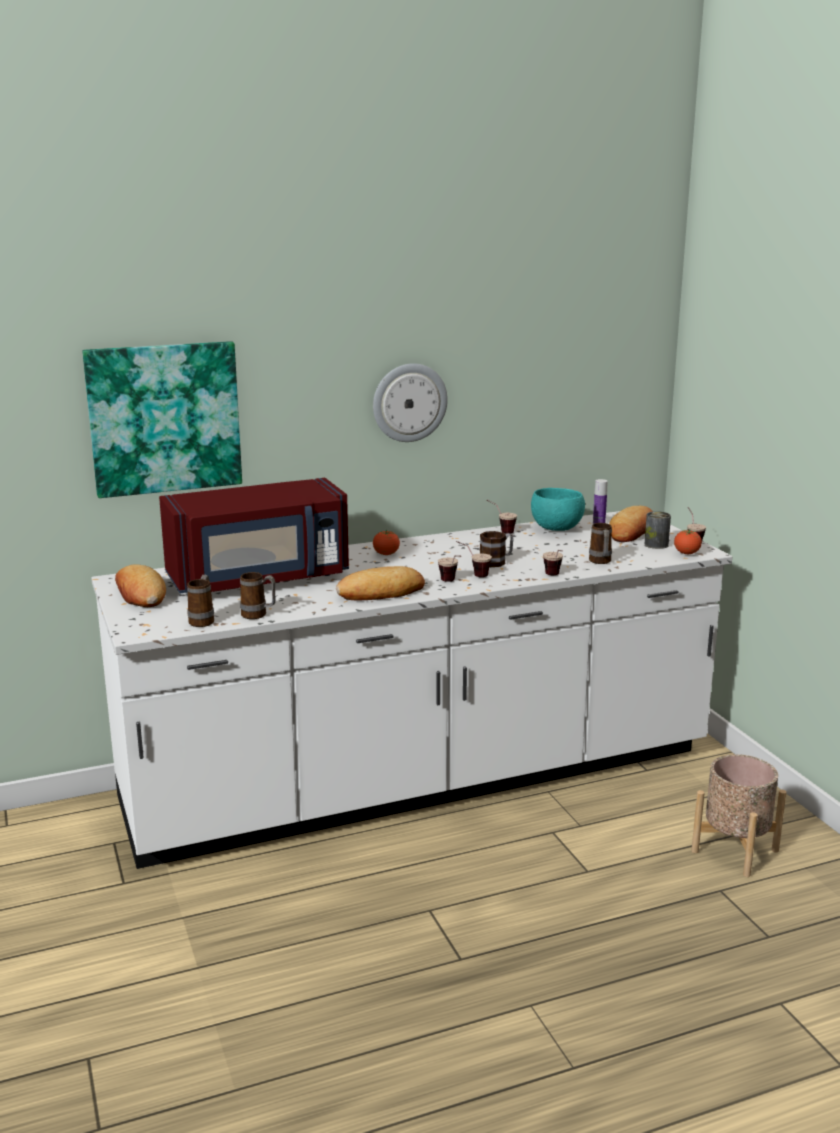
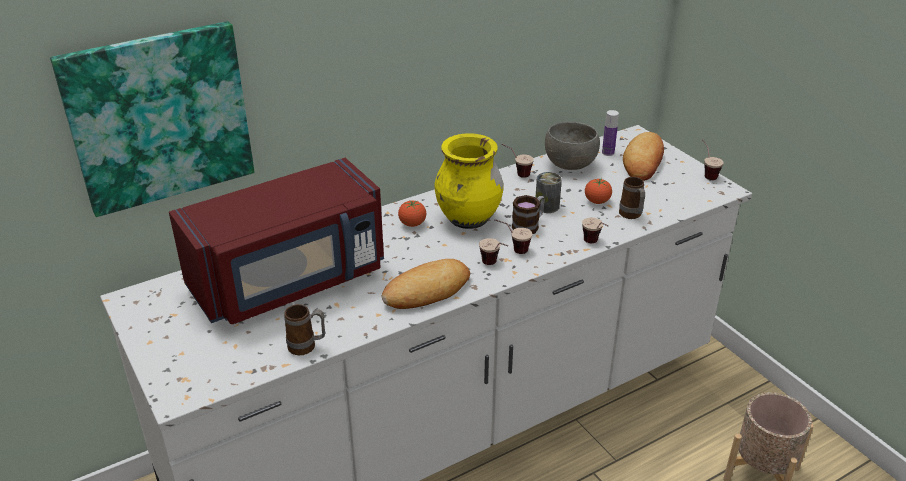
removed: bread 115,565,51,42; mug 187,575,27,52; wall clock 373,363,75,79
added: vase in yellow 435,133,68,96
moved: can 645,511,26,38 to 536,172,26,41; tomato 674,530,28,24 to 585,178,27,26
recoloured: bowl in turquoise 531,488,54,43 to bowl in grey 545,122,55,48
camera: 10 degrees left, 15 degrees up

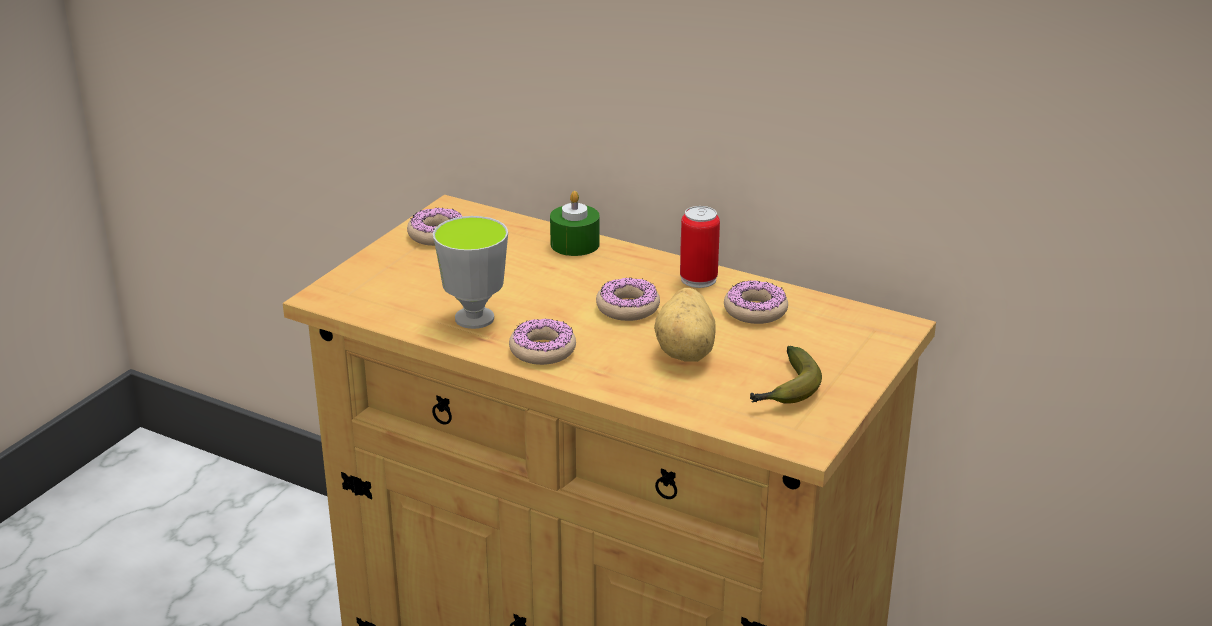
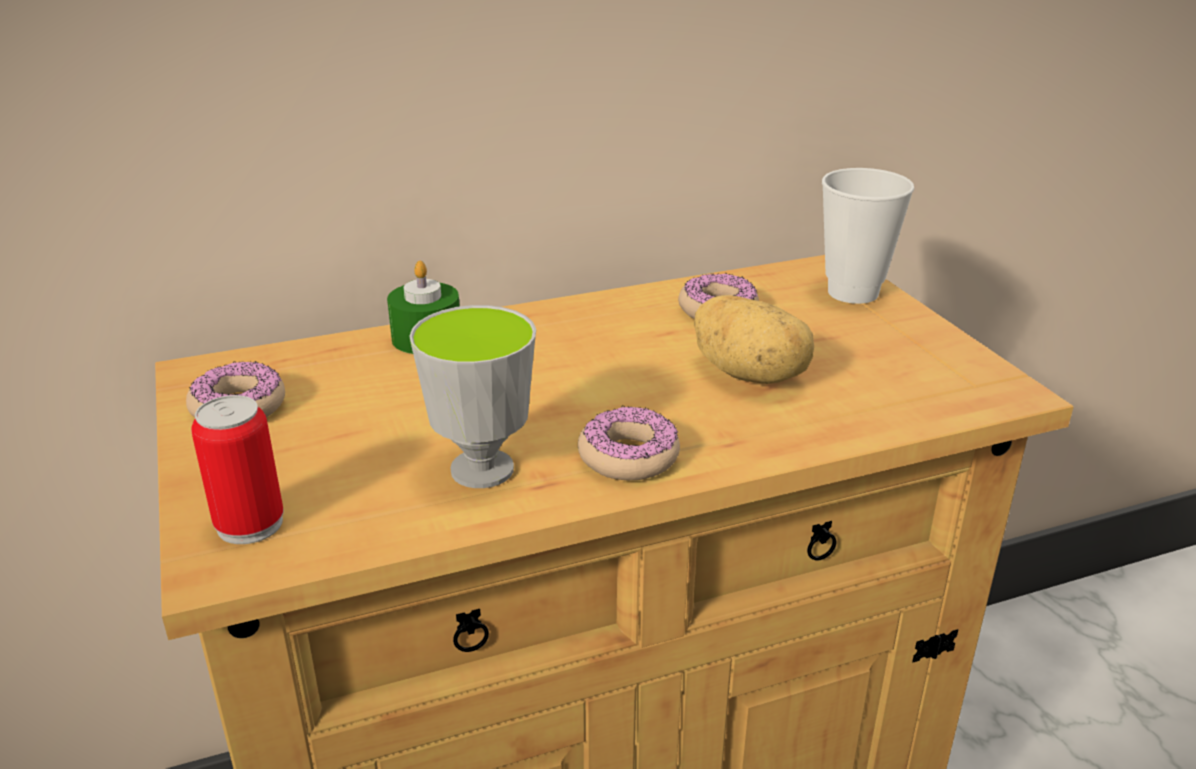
removed: donut 596,277,64,44; banana 750,346,72,58
added: cup 822,168,92,136
moved: can 680,206,40,82 to 191,395,93,149
camera: 50 degrees left, 0 degrees up

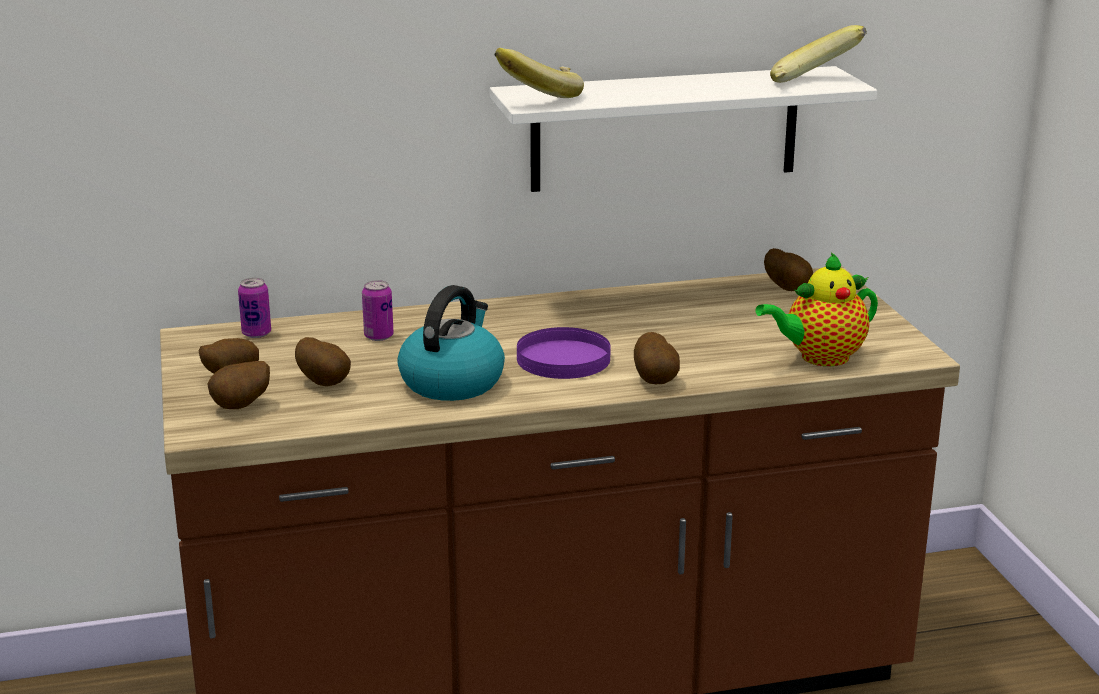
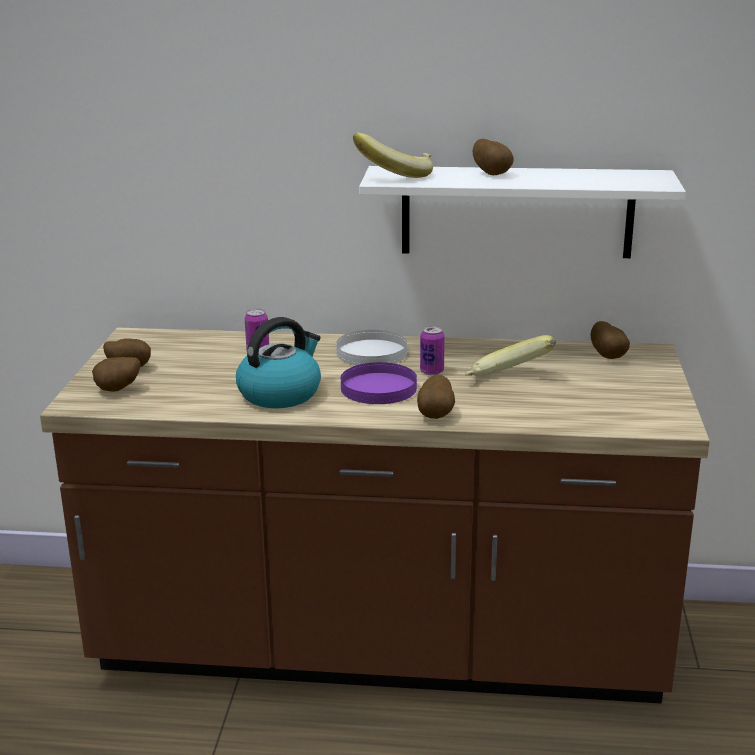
removed: teapot 755,252,123,114
added: plate in white 336,330,71,35
moved: can 238,278,33,60 to 420,326,25,49; potato 295,337,56,49 to 473,139,41,36; banana 770,25,97,58 to 465,335,91,41
camera: 20 degrees right, 0 degrees up

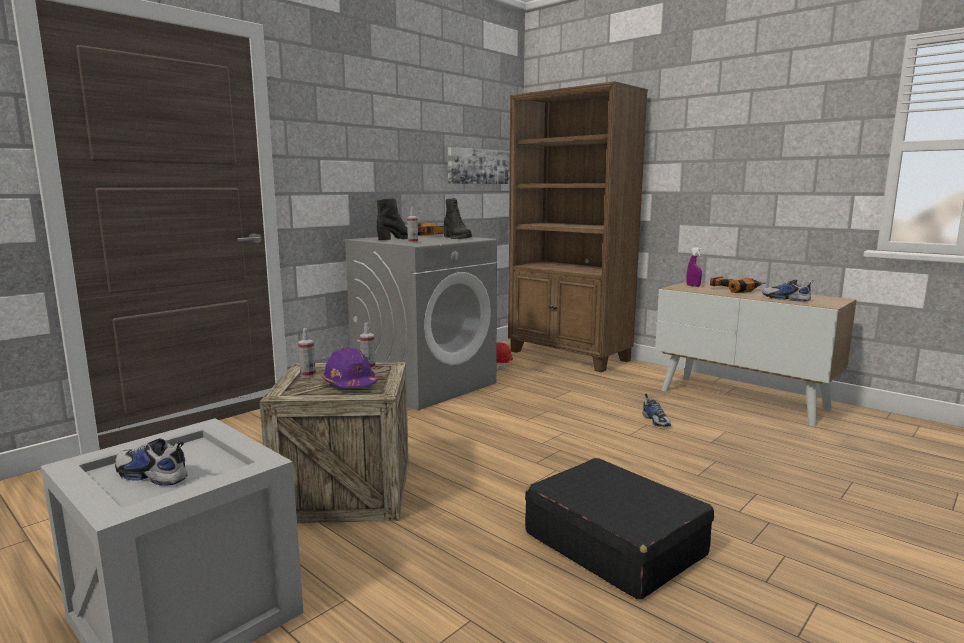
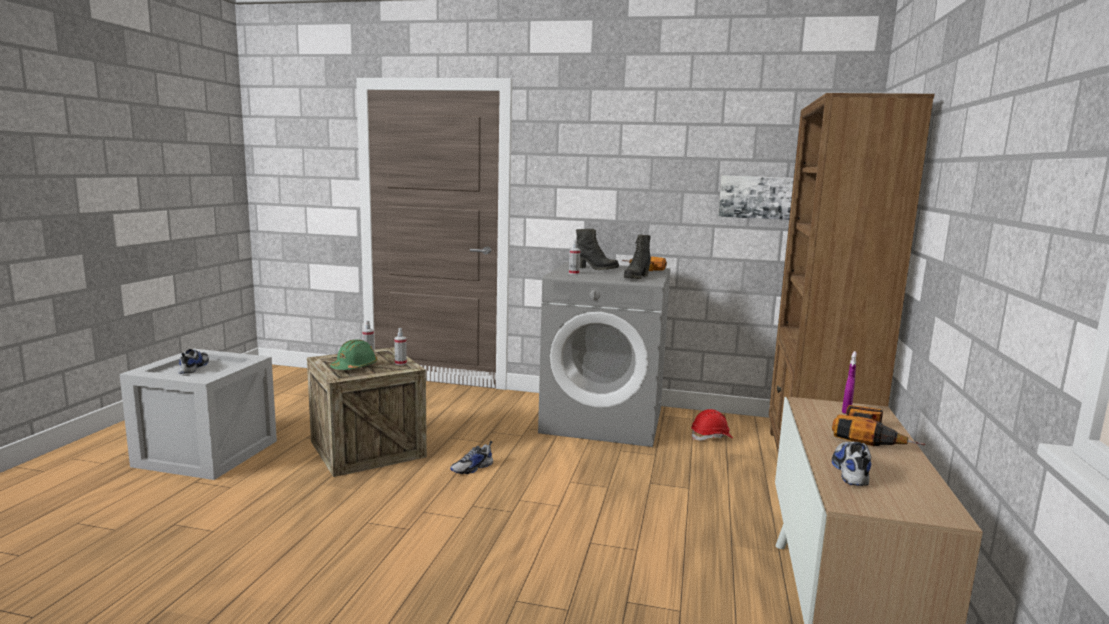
removed: suitcase in black 525,458,189,142
moved: shoe 642,394,29,33 to 450,441,43,33
recoloured: hard hat in purple 322,347,55,41 to hard hat in green 330,339,47,31
camera: 60 degrees right, 0 degrees up

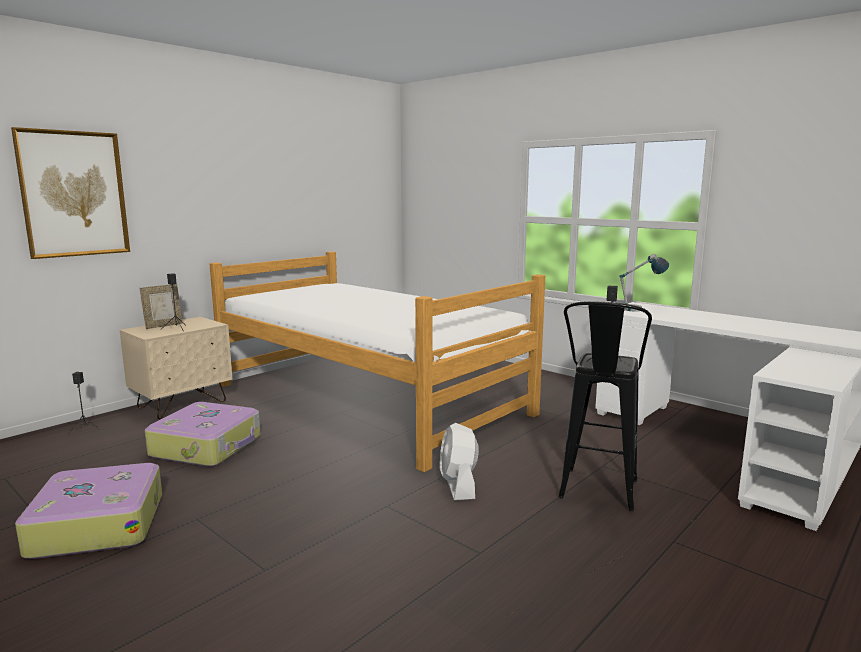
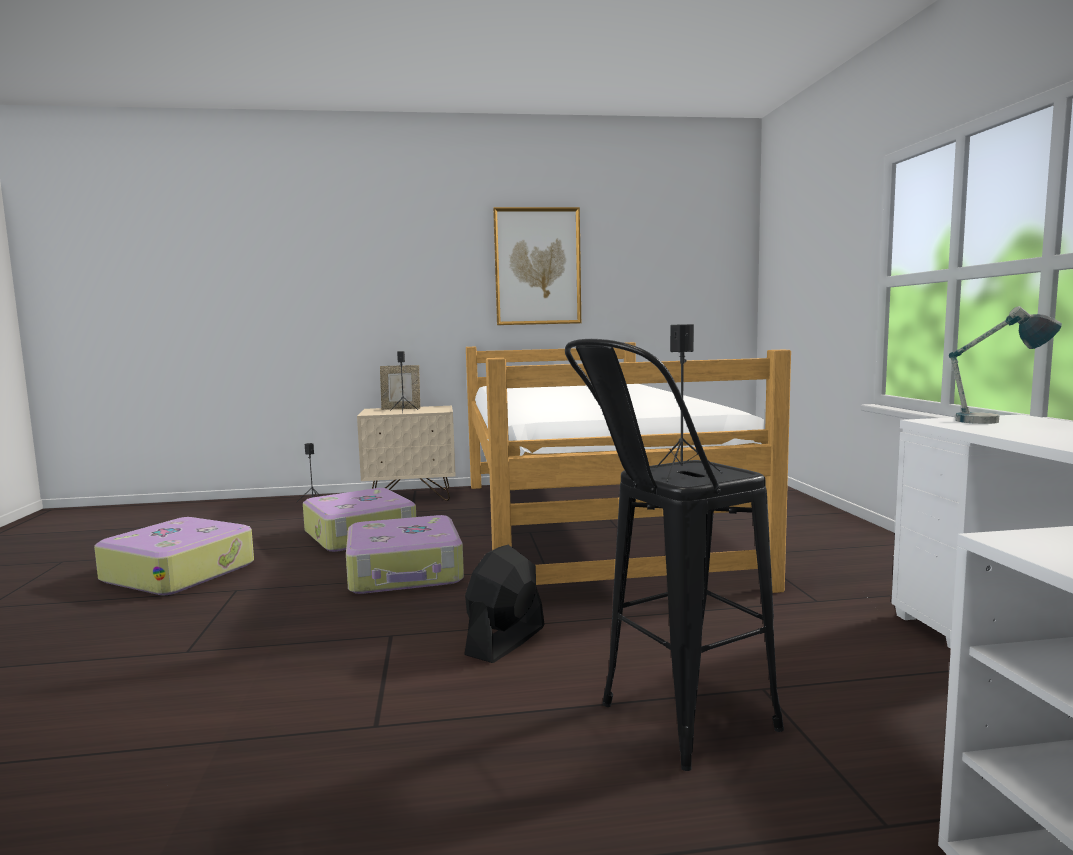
added: suitcase 346,515,118,79
moved: picture 11,127,119,132 to 493,207,88,118
recoloured: fan in white 440,423,39,78 to fan in black 464,545,80,118
camera: 40 degrees right, 5 degrees down

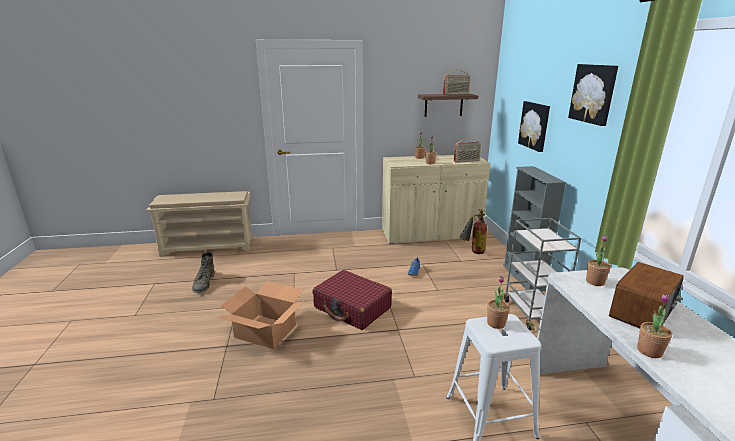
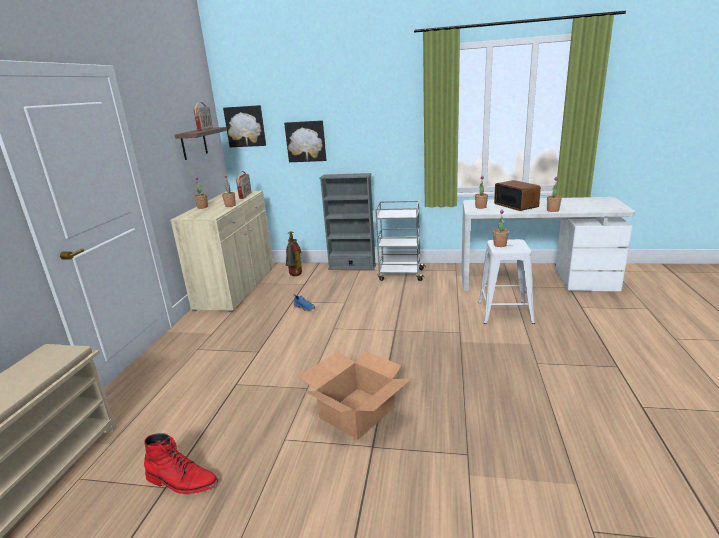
removed: suitcase in red 312,270,80,60
moved: picture 568,64,50,62 to 223,105,43,42
recoloured: boot in green 192,252,23,41 to boot in red 144,433,74,61
camera: 70 degrees left, 0 degrees up

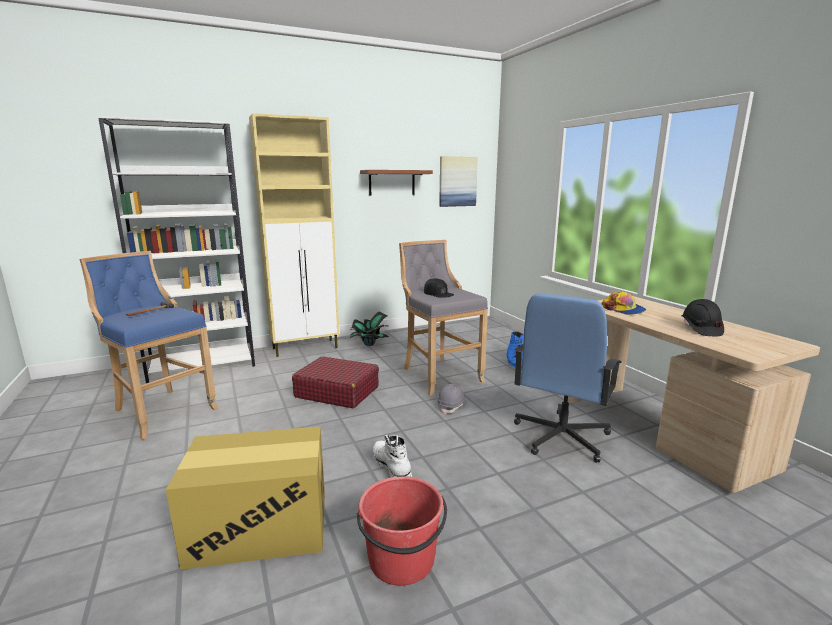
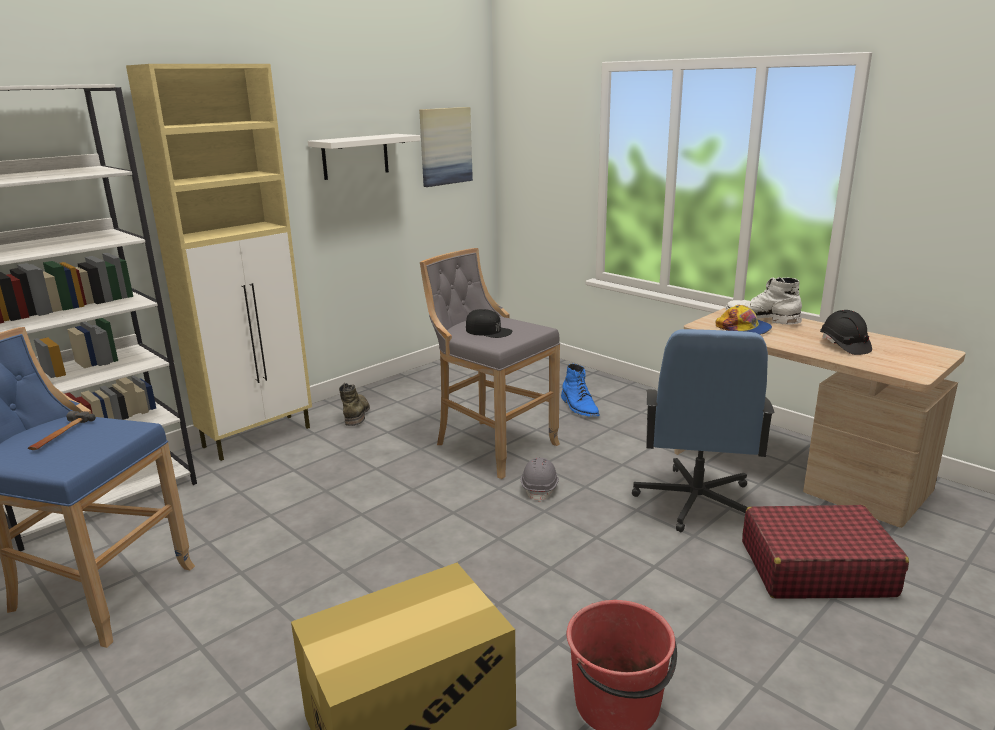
moved: suitcase in red 292,356,87,52 to 742,505,167,94; boot in white 373,435,39,43 to 725,277,77,48
replaced: potted plant 350,312,39,34 to boot in green 339,383,31,43
recoloured: shelf in brown 360,170,73,25 to shelf in white 308,134,113,46
camera: 20 degrees left, 5 degrees up

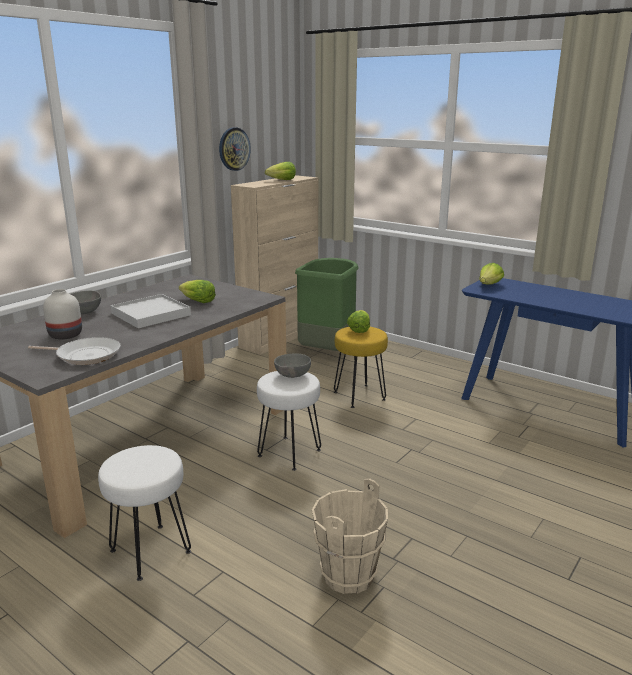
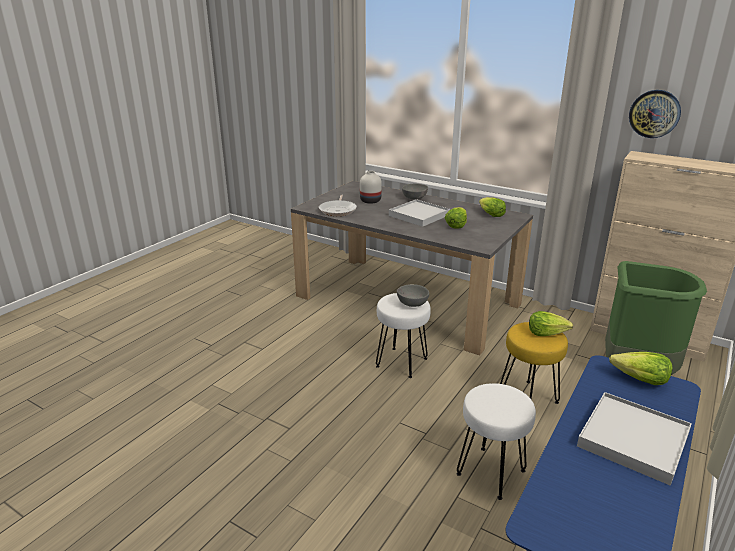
removed: bucket in beige 312,479,76,115
added: tray in white 577,392,115,94
moved: stool in white 98,445,93,136 to 456,383,80,117; lettuce 265,162,31,18 to 479,197,27,20
camera: 85 degrees right, 5 degrees up

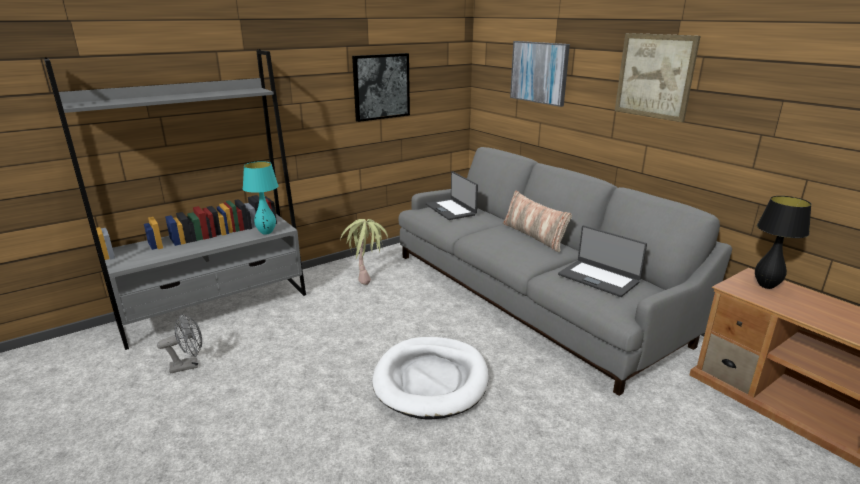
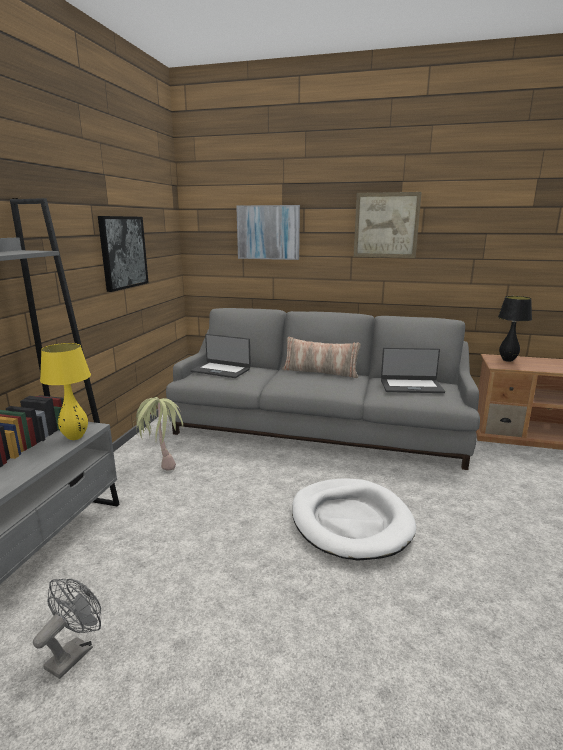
recoloured: table lamp in turquoise 243,161,35,74 to table lamp in yellow 40,343,51,97
camera: 40 degrees left, 5 degrees down

